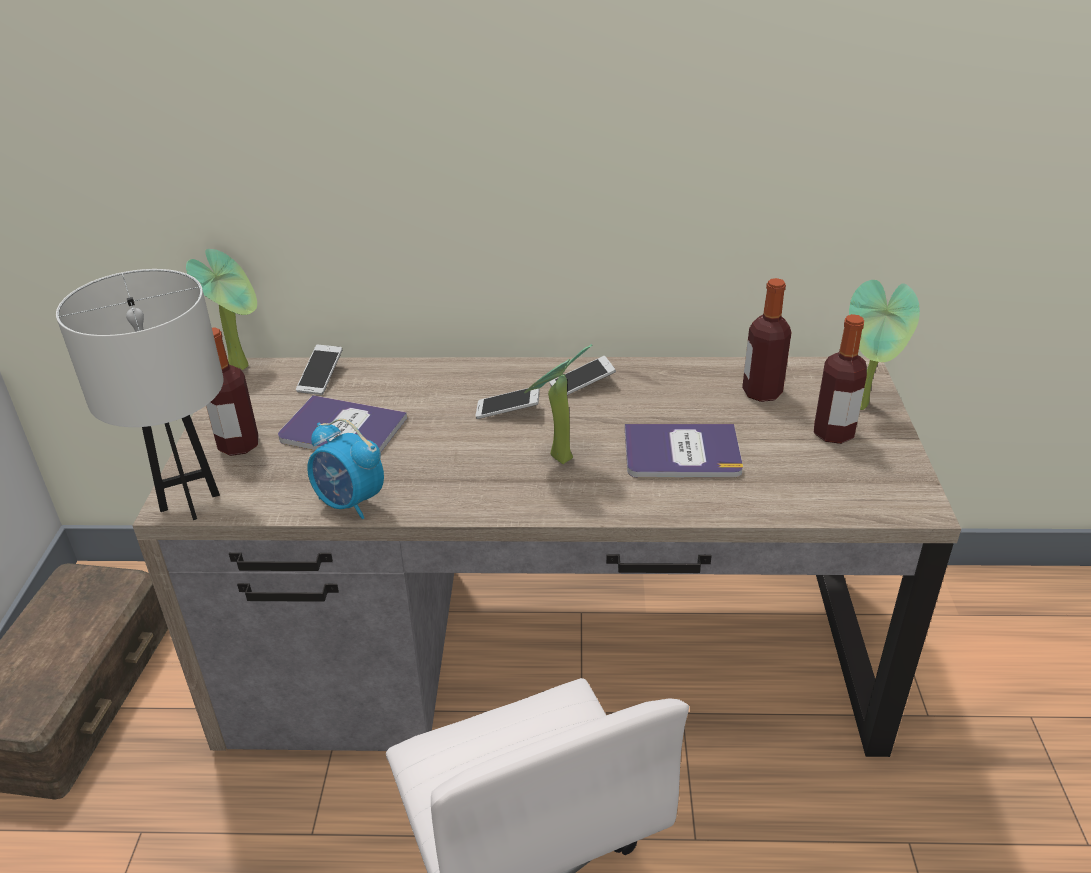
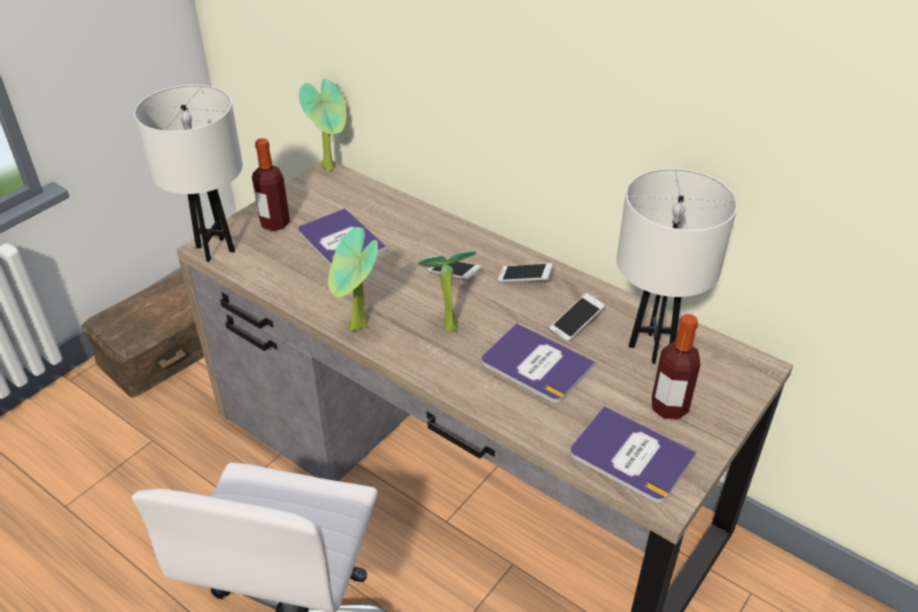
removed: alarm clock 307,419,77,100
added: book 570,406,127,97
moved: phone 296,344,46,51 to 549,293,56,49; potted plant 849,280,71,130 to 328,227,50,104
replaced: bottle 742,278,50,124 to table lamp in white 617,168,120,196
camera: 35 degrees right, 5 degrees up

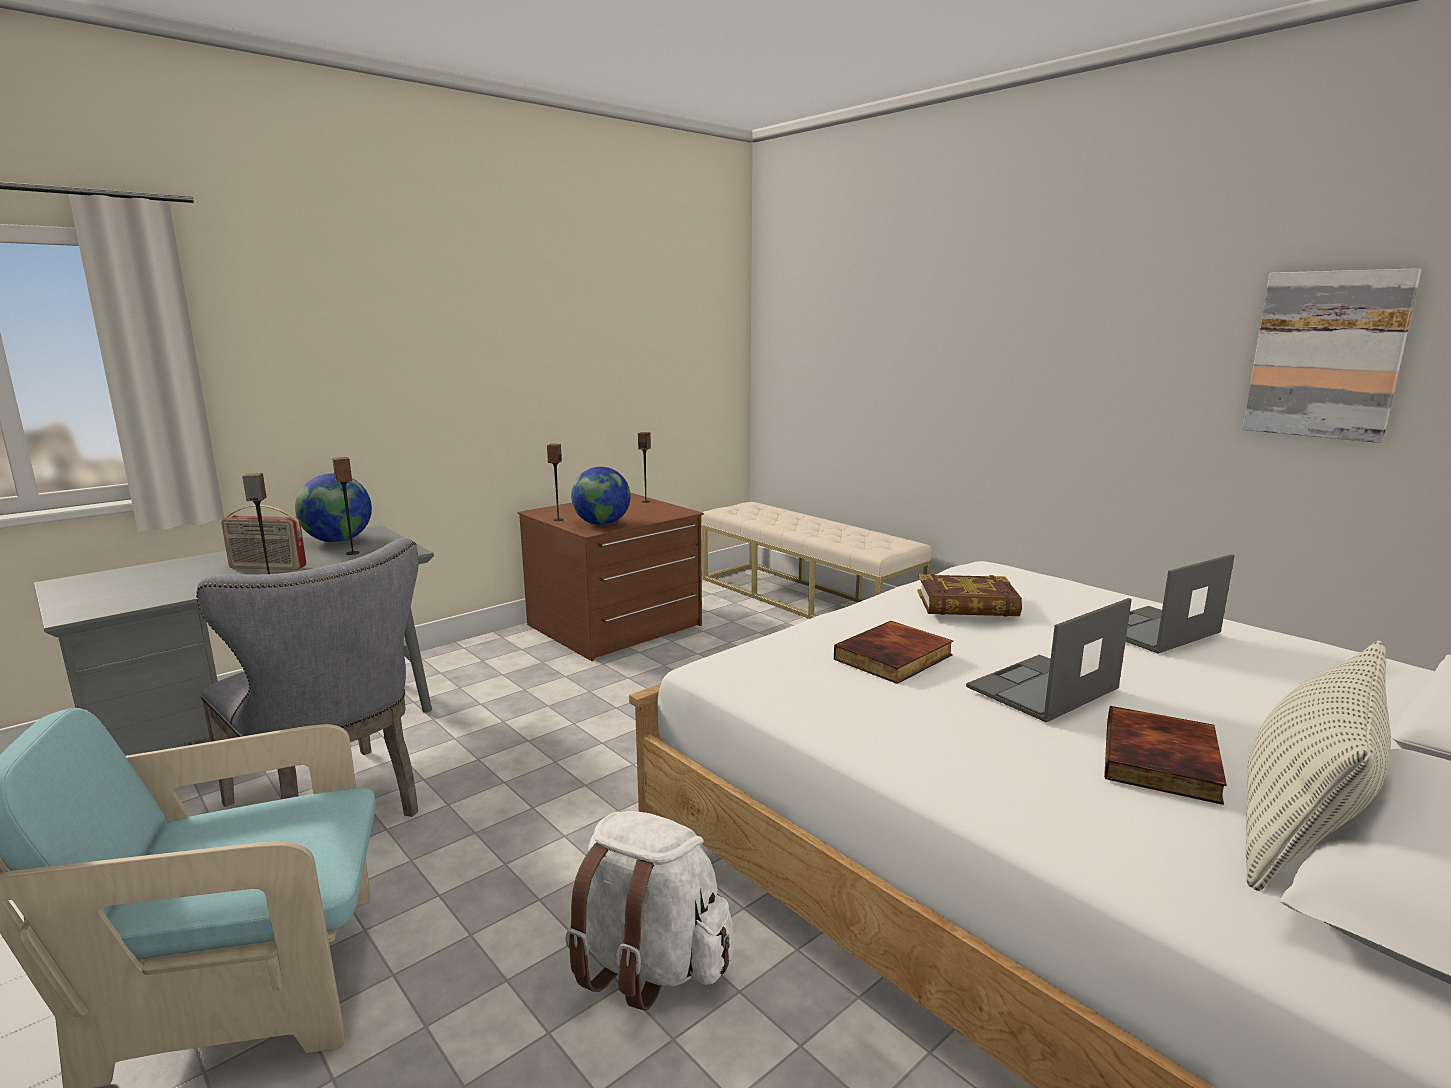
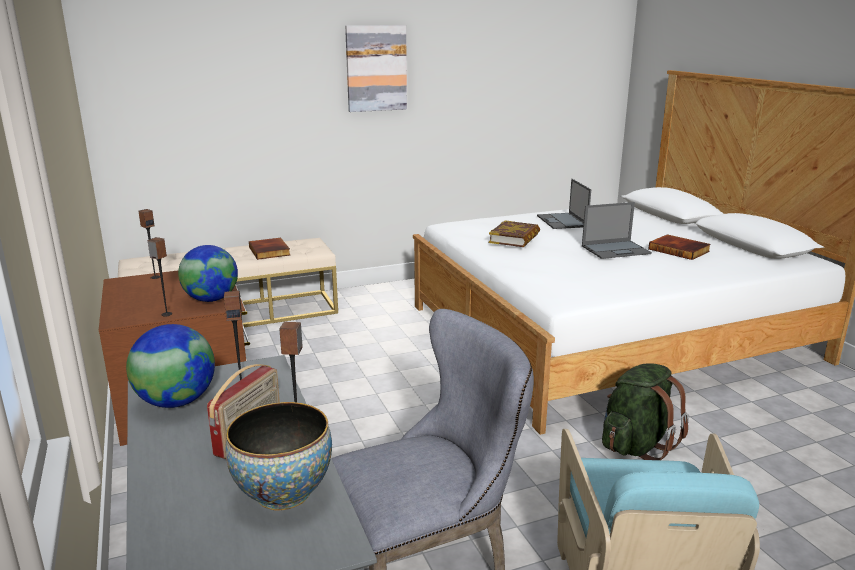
removed: pillow 1245,641,146,250
added: bowl 226,402,106,109
moved: book 834,621,119,63 to 249,238,41,22; picture 1242,268,180,175 to 345,25,62,87
recoloured: backpack in white 565,811,169,200 to backpack in green 602,363,87,97
turned: laptop 966,598,166,125 = 582,202,70,57 90 degrees counterclockwise
camera: 70 degrees left, 5 degrees up

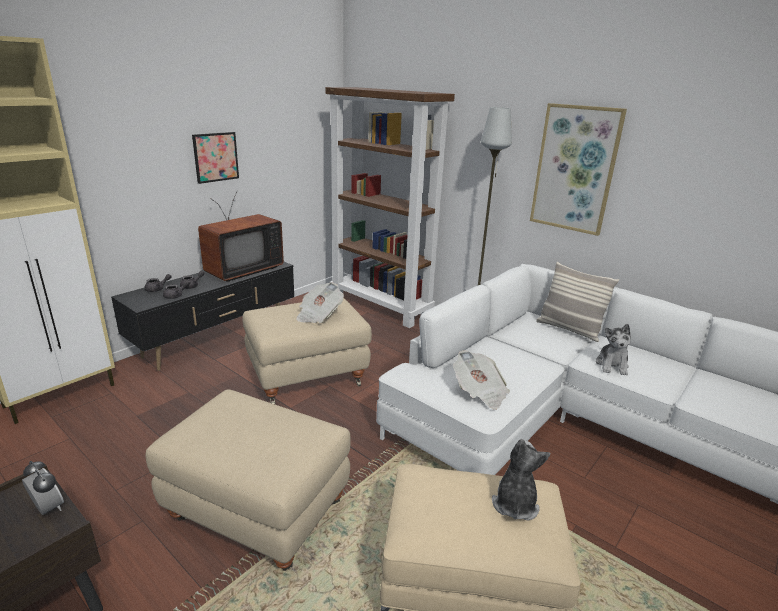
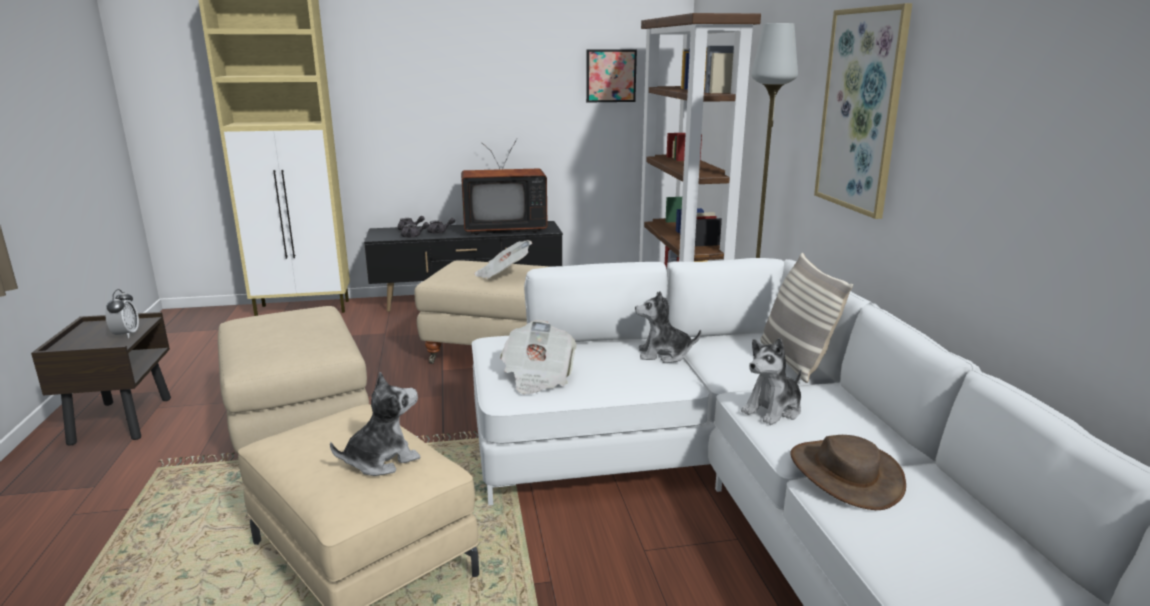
added: plush toy 635,291,66,72; hat in brown 790,435,116,75
moved: picture 192,132,47,52 to 586,50,51,53
camera: 40 degrees right, 5 degrees down

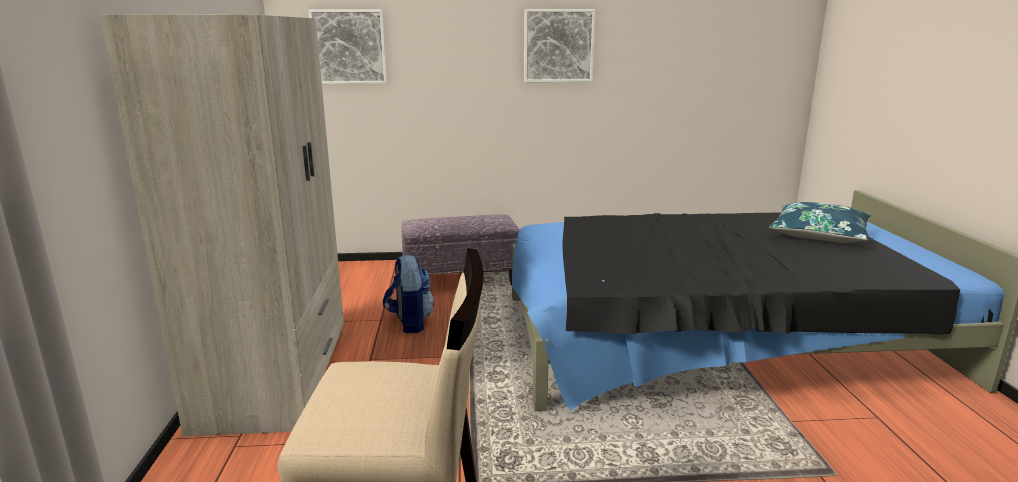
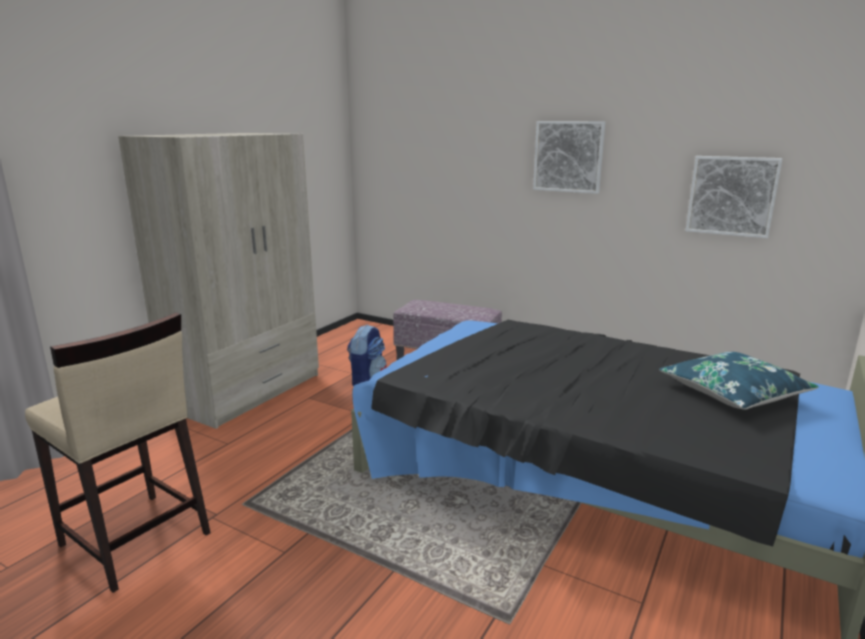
moved: picture 308,9,79,75 to 685,156,98,82
camera: 35 degrees right, 0 degrees up

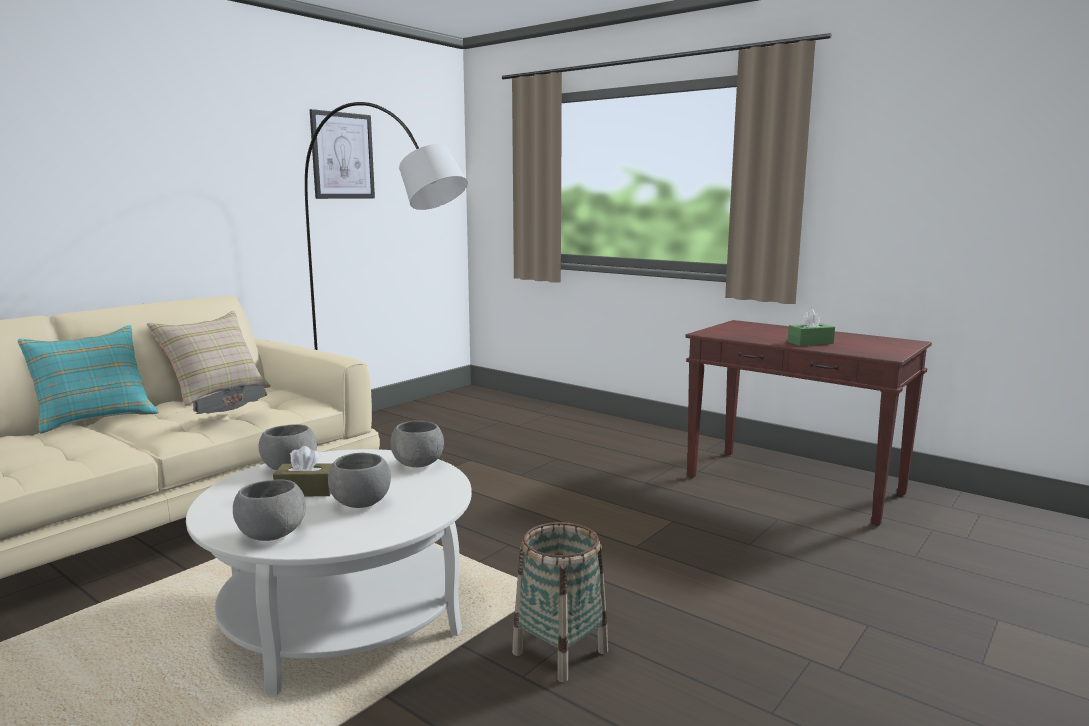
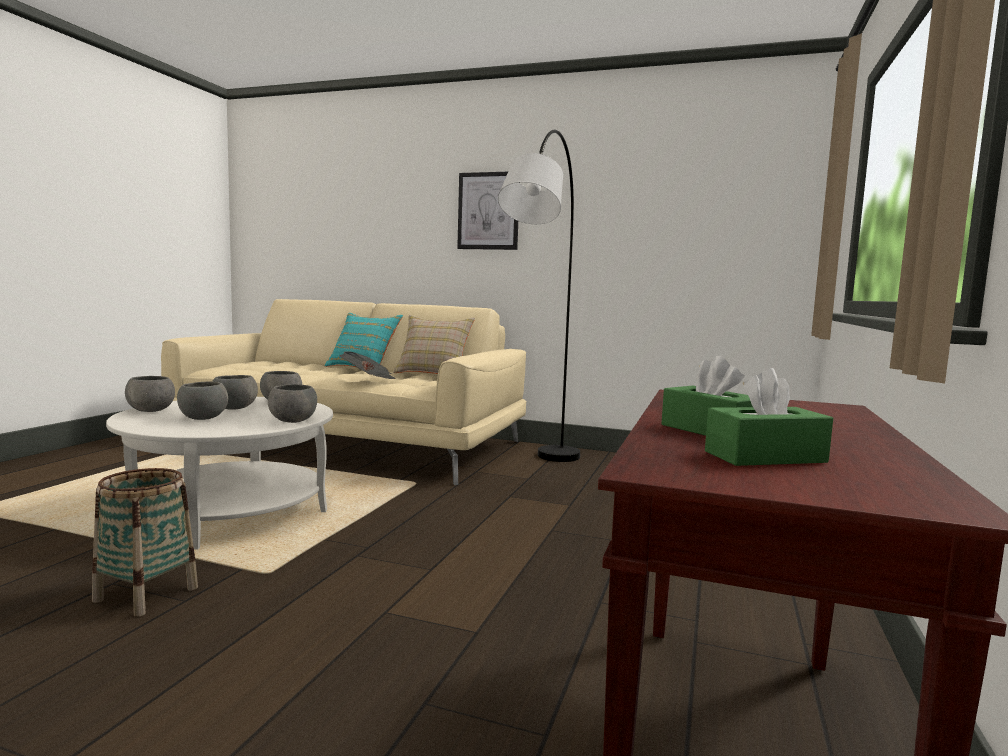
added: tissue box in green 705,368,128,98
moved: picture 310,109,65,90 to 457,172,63,78
replaced: tissue box in brown 273,446,60,50 to bowl in grey 212,375,46,35
camera: 70 degrees right, 5 degrees down

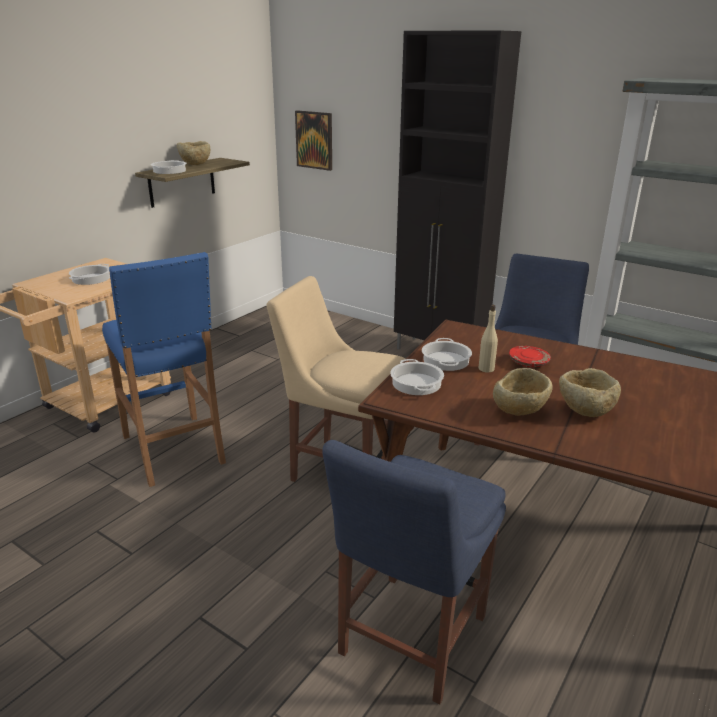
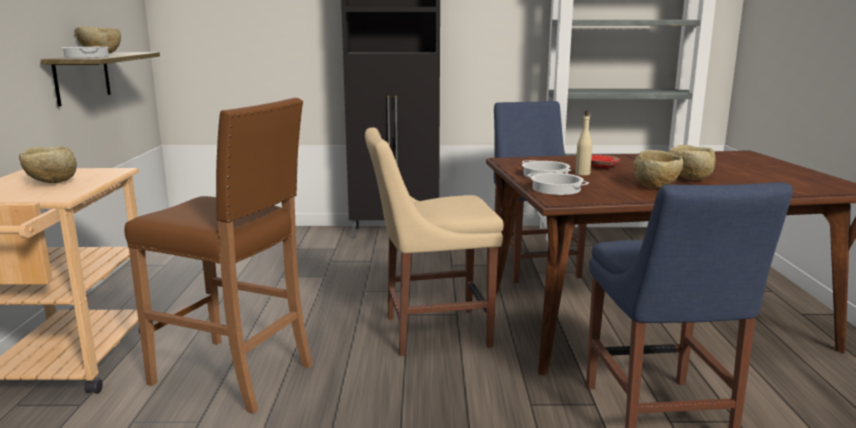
removed: picture 295,110,37,61
replaced: cooking pot 69,264,41,21 to bowl in beige 19,146,58,37
recoloured: stool in blue 102,252,124,235 to stool in brown 124,98,189,316
camera: 35 degrees left, 10 degrees down

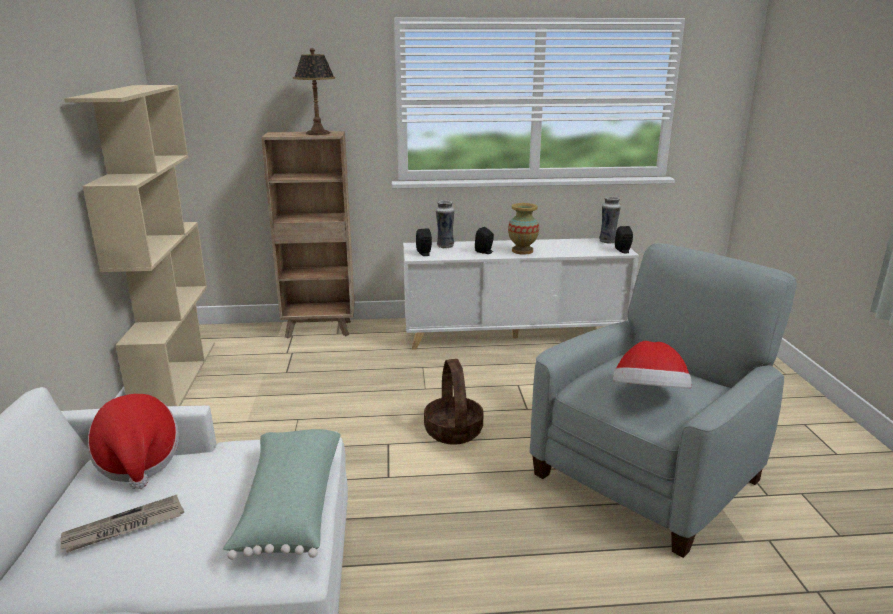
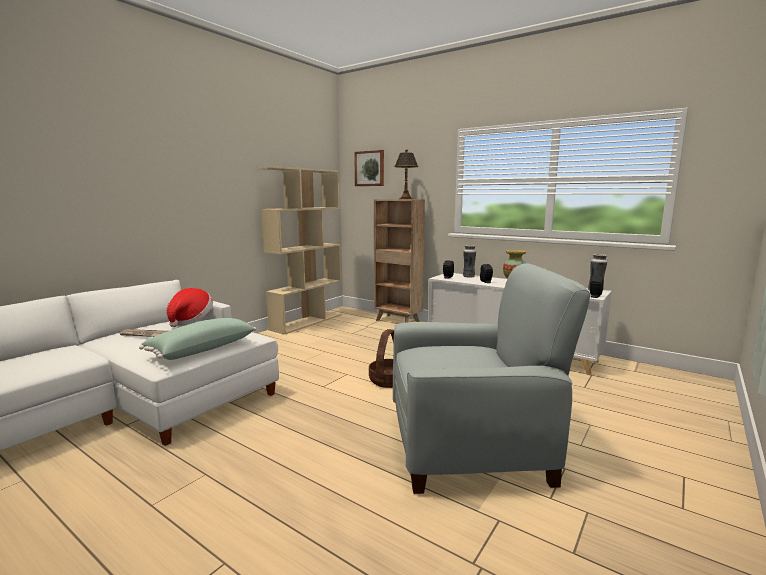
removed: hat 613,341,79,48
added: picture 354,150,30,36
camera: 40 degrees right, 10 degrees down

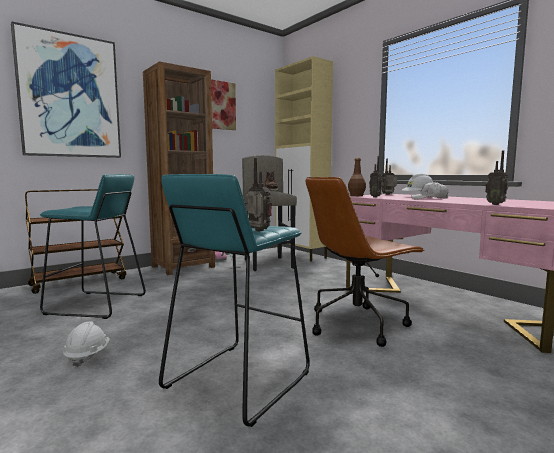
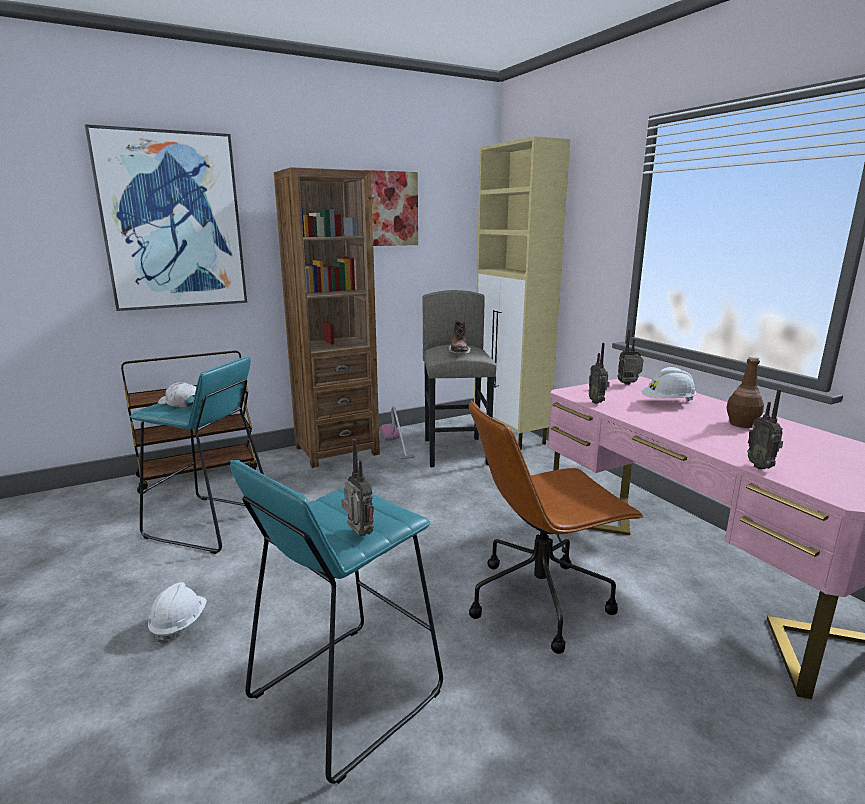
moved: bottle in brown 348,157,18,39 to 726,356,38,72; cap in white 411,182,38,17 to 158,382,38,25
camera: 10 degrees right, 10 degrees up

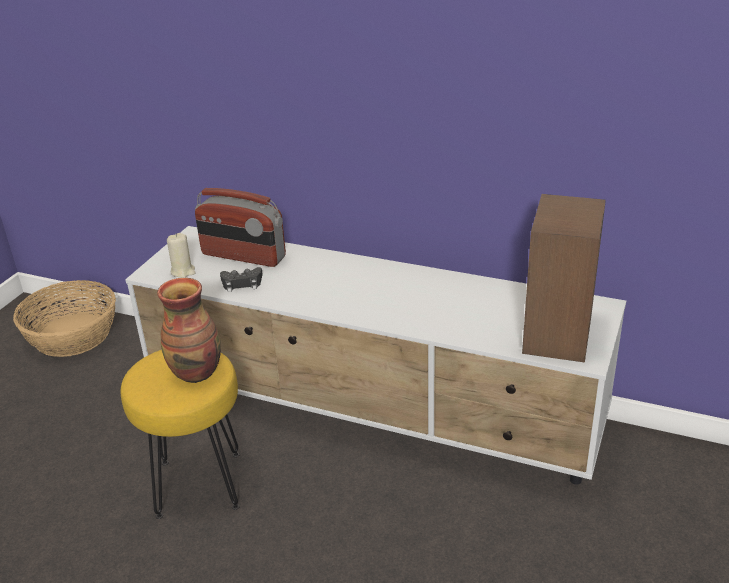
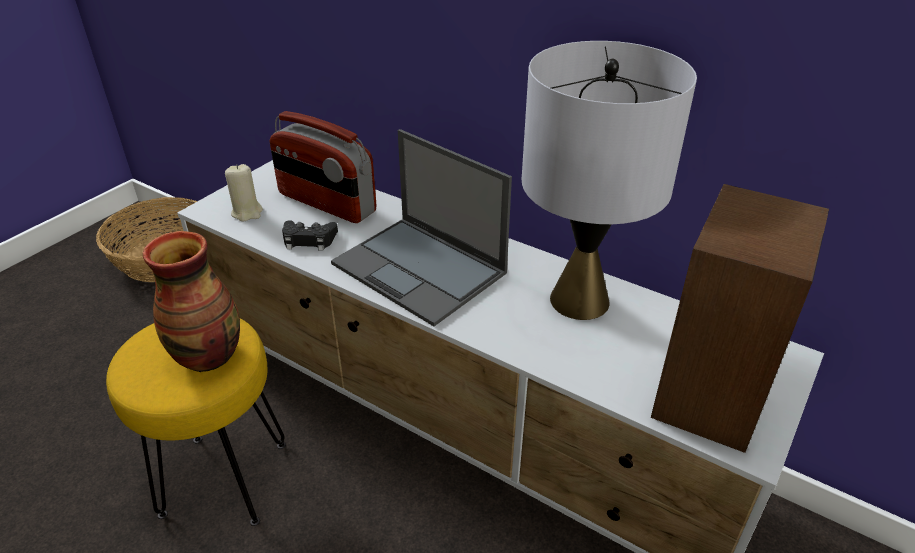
added: laptop 331,129,181,197; table lamp in grey 522,41,175,279
camera: 10 degrees right, 5 degrees up

